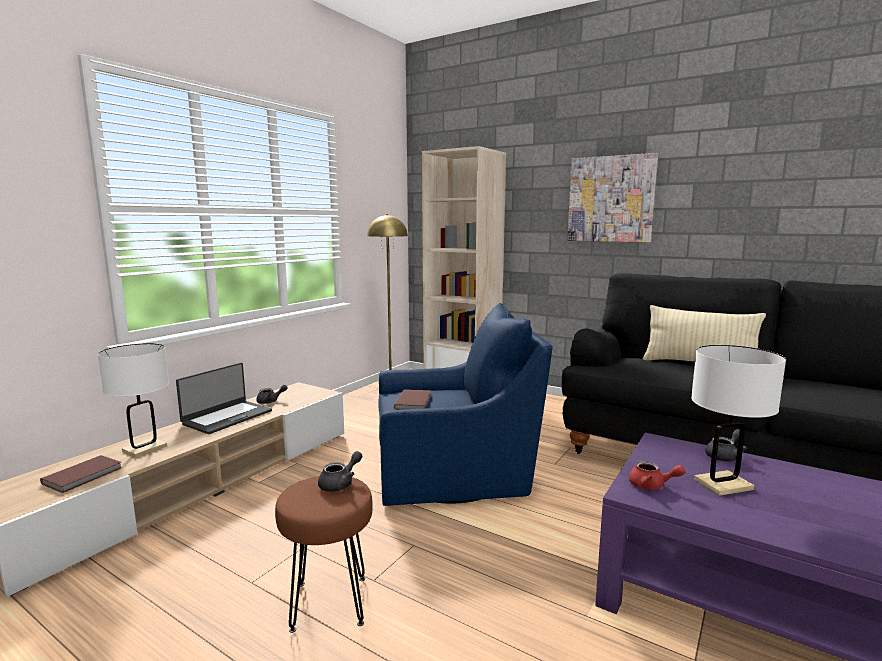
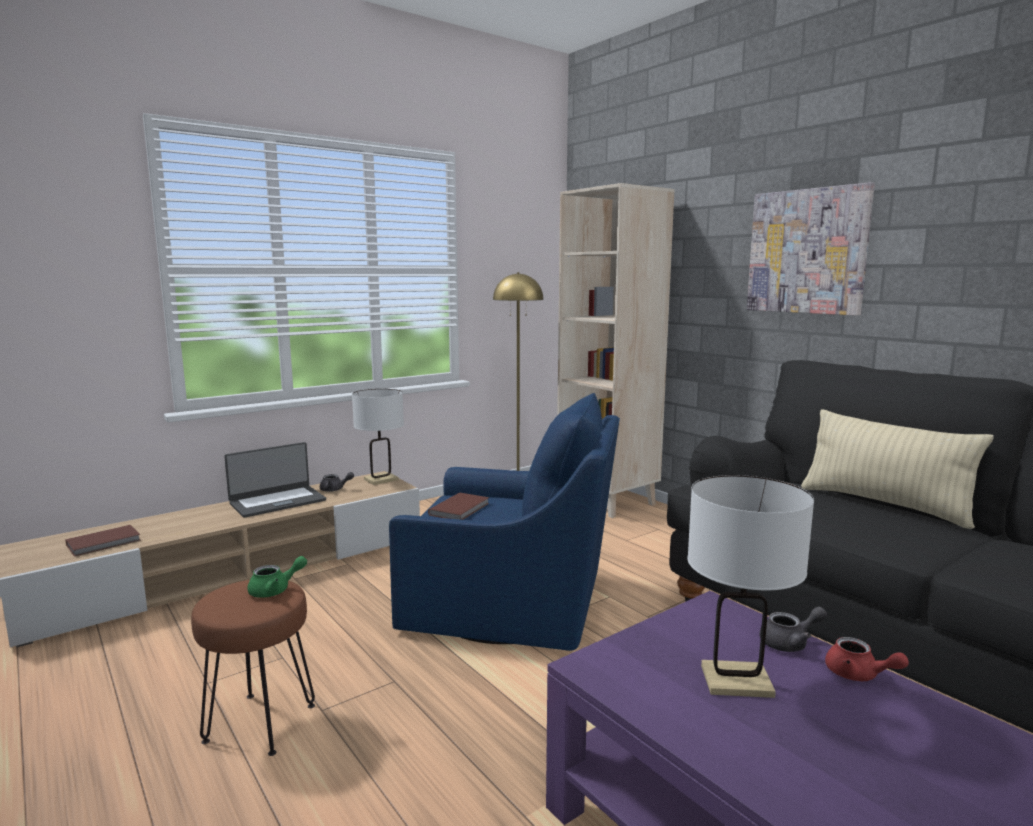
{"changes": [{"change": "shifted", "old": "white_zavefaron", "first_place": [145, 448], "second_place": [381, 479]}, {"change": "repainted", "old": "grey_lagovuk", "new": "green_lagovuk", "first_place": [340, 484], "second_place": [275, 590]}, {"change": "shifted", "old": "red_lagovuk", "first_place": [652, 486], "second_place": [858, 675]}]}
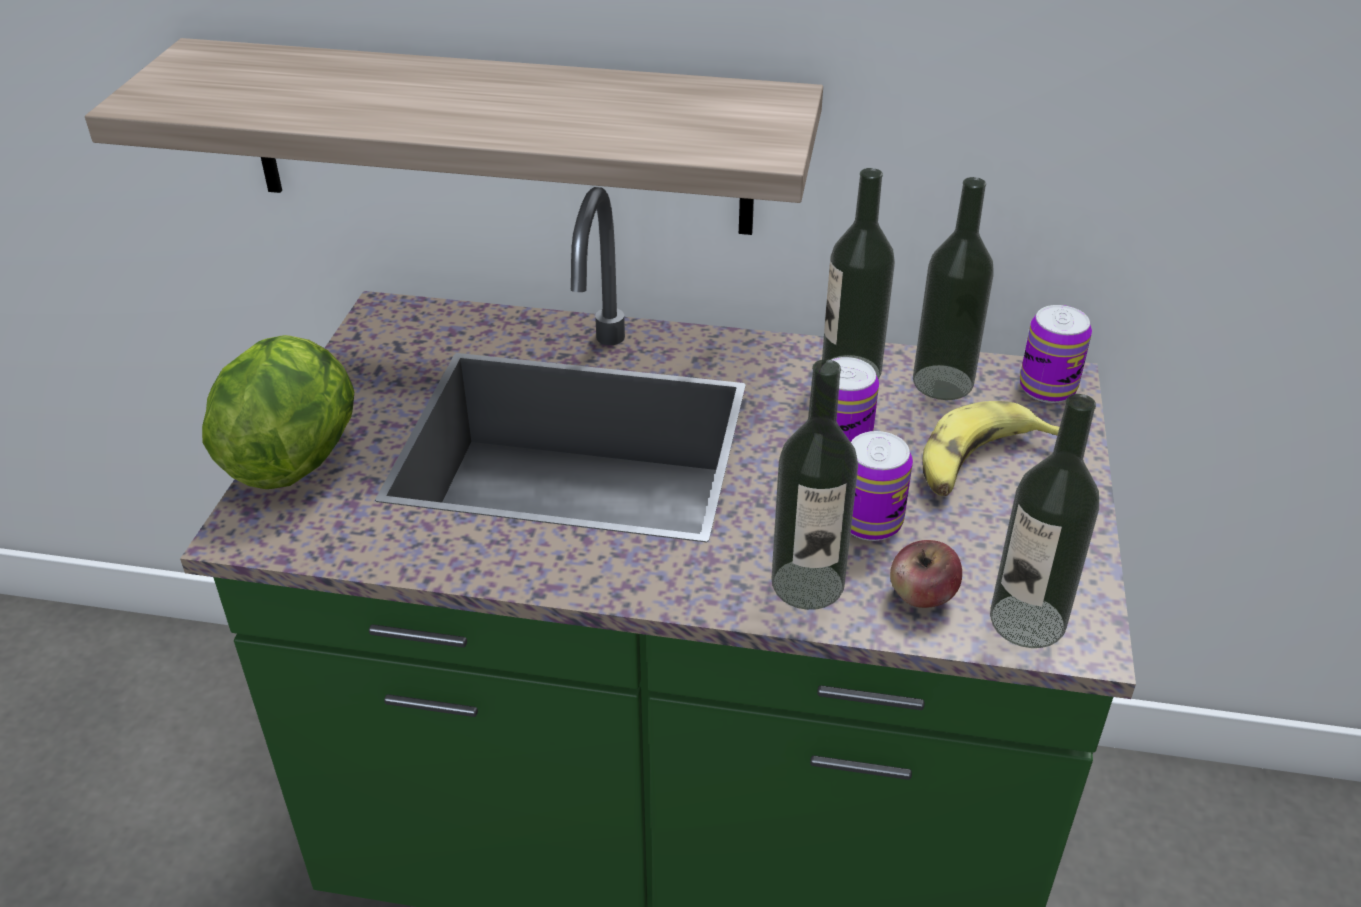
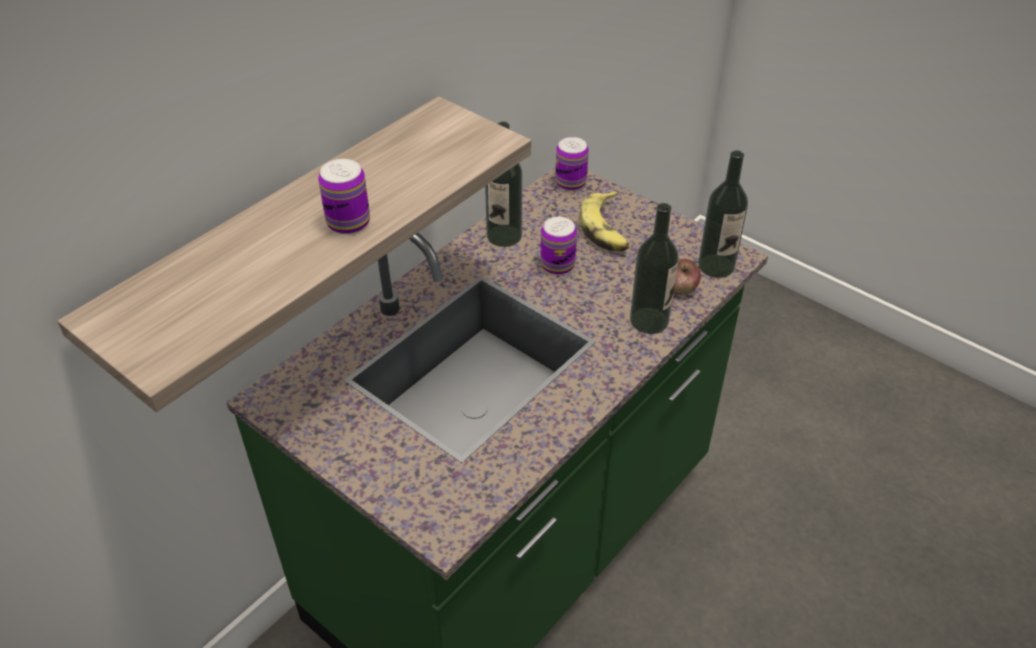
{"changes": [{"change": "gone", "old": "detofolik", "first_place": [295, 456]}, {"change": "shifted", "old": "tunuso", "first_place": [870, 521], "second_place": [348, 222]}, {"change": "gone", "old": "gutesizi", "first_place": [942, 382]}]}
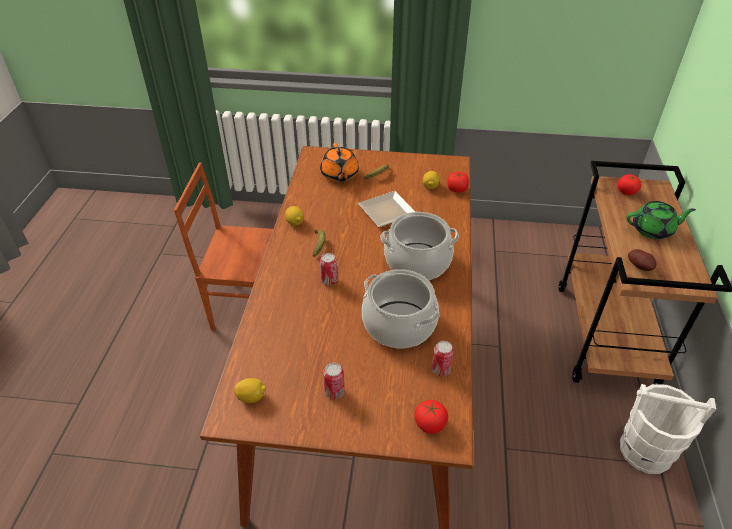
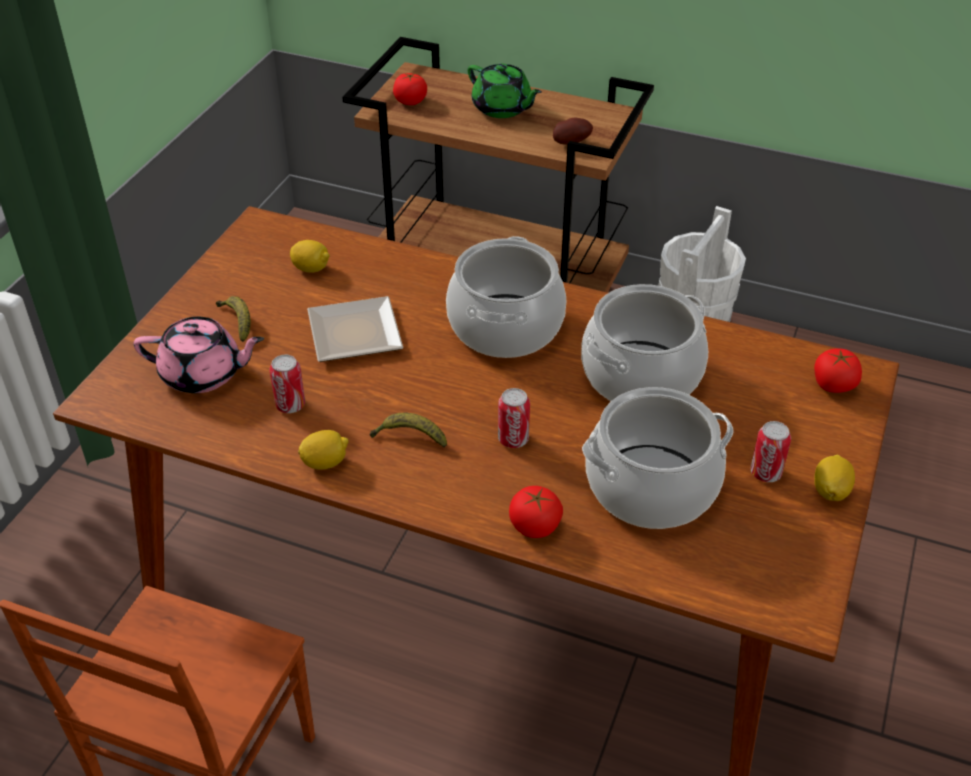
{"changes": [{"change": "shifted", "old": "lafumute", "first_place": [251, 397], "second_place": [830, 491]}, {"change": "repainted", "old": "orange_lagovuk", "new": "pink_lagovuk", "first_place": [339, 175], "second_place": [203, 374]}, {"change": "shifted", "old": "tunuso", "first_place": [441, 370], "second_place": [290, 405]}, {"change": "shifted", "old": "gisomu", "first_place": [457, 189], "second_place": [534, 526]}, {"change": "rotated", "old": "green_lagovuk", "first_place": [653, 230], "second_place": [502, 108], "degrees": 120}, {"change": "new", "new": "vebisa", "second_place": [651, 488]}]}
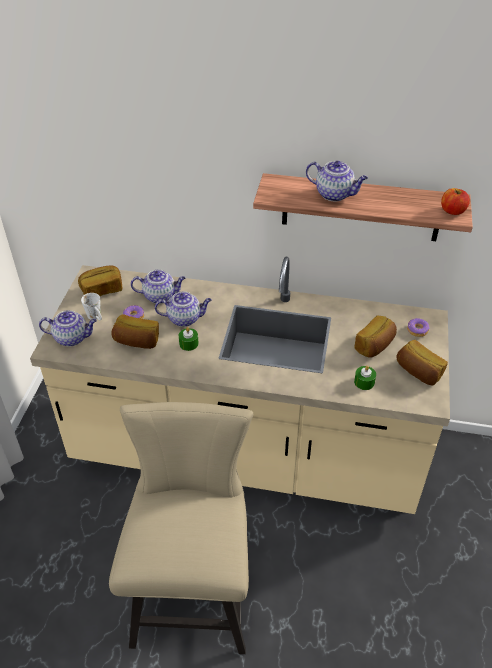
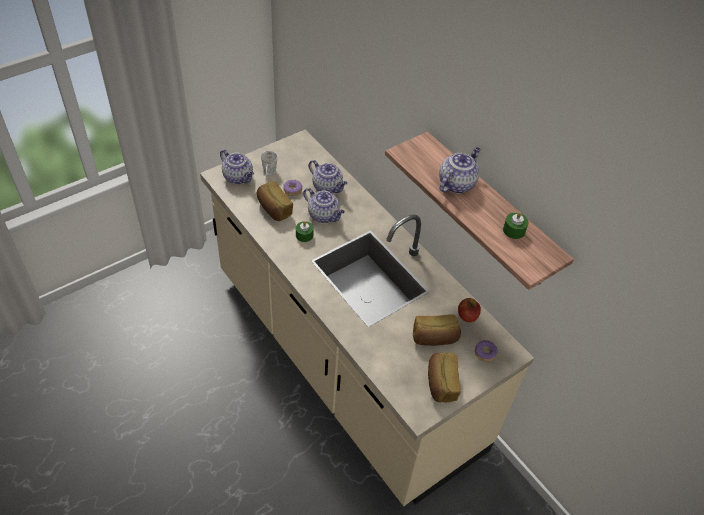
{"changes": [{"change": "gone", "old": "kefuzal", "first_place": [102, 290]}, {"change": "gone", "old": "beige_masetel", "first_place": [193, 591]}, {"change": "rotated", "old": "lagovuk", "first_place": [335, 194], "second_place": [456, 183], "degrees": -120}, {"change": "shifted", "old": "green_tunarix", "first_place": [364, 382], "second_place": [514, 230]}, {"change": "shifted", "old": "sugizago", "first_place": [452, 211], "second_place": [467, 316]}]}
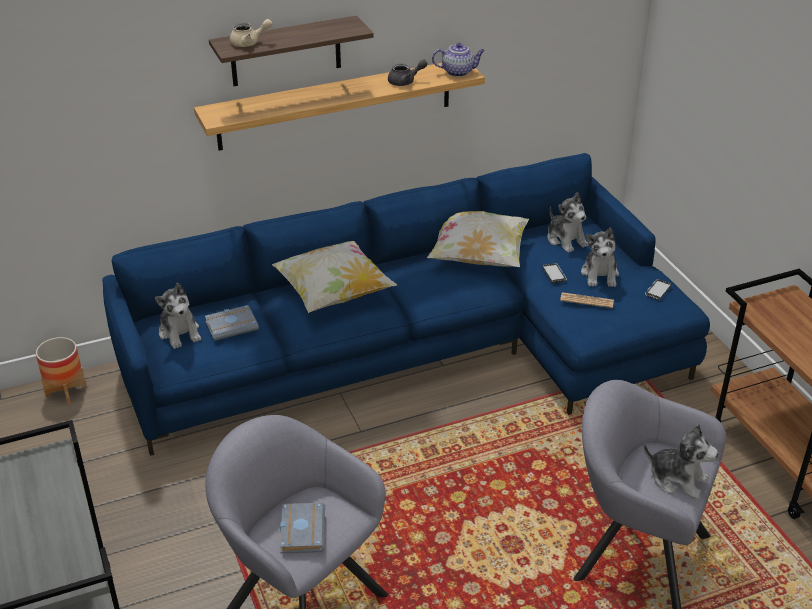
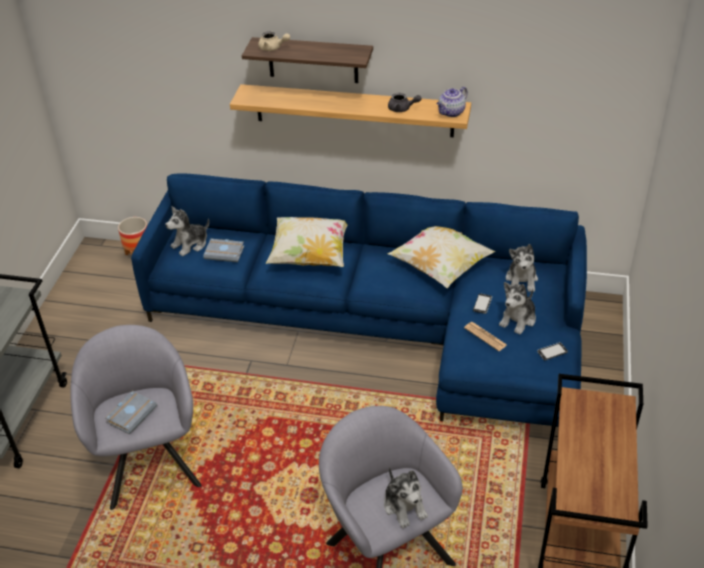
{"changes": [{"change": "rotated", "old": "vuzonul", "first_place": [180, 332], "second_place": [190, 244], "degrees": 45}, {"change": "rotated", "old": "lagovuk", "first_place": [458, 72], "second_place": [451, 113], "degrees": 105}]}
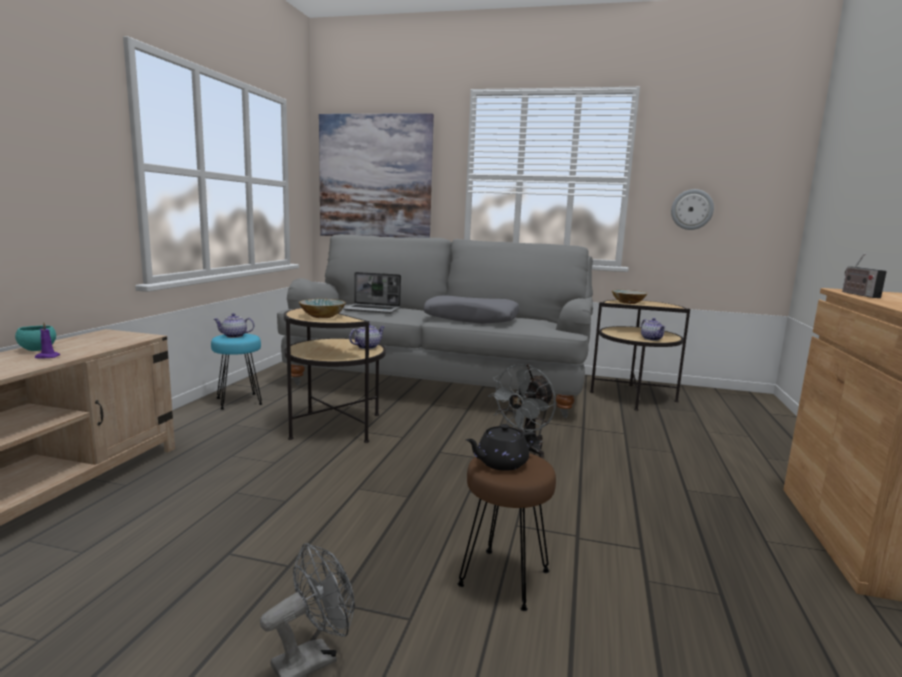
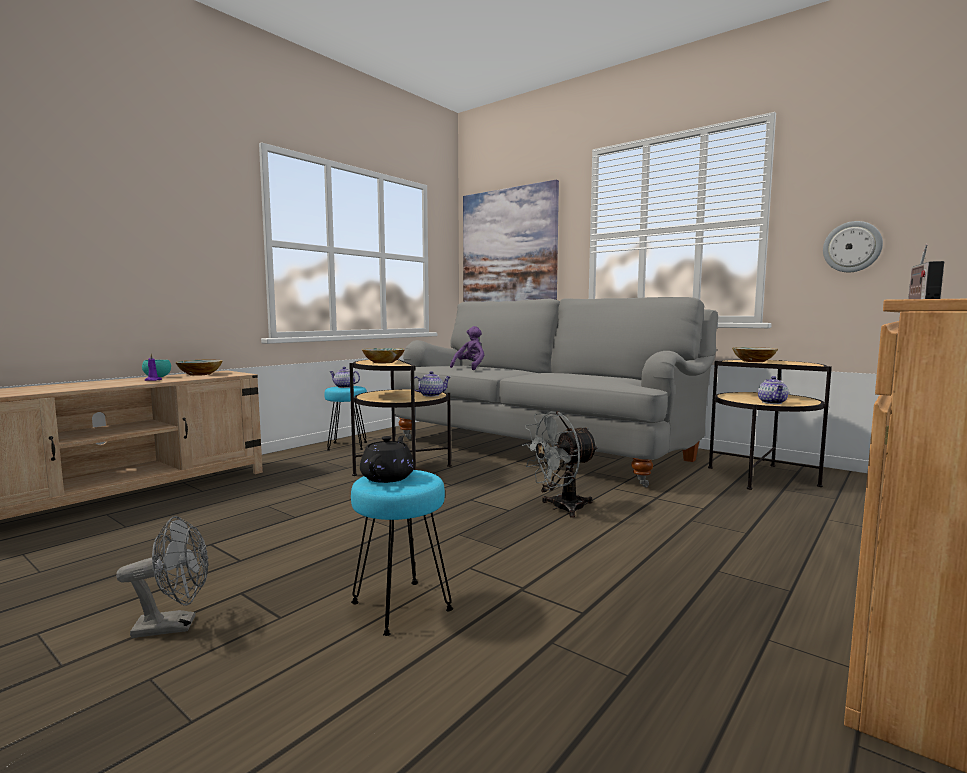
{"changes": [{"change": "swapped", "old": "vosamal", "new": "purple_vuzonul", "first_place": [373, 310], "second_place": [470, 368]}, {"change": "gone", "old": "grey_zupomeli", "first_place": [471, 319]}, {"change": "repainted", "old": "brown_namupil", "new": "turquoise_namupil", "first_place": [503, 579], "second_place": [400, 607]}, {"change": "rotated", "old": "black_lagovuk", "first_place": [500, 463], "second_place": [388, 477], "degrees": 105}, {"change": "new", "new": "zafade", "second_place": [200, 374]}]}
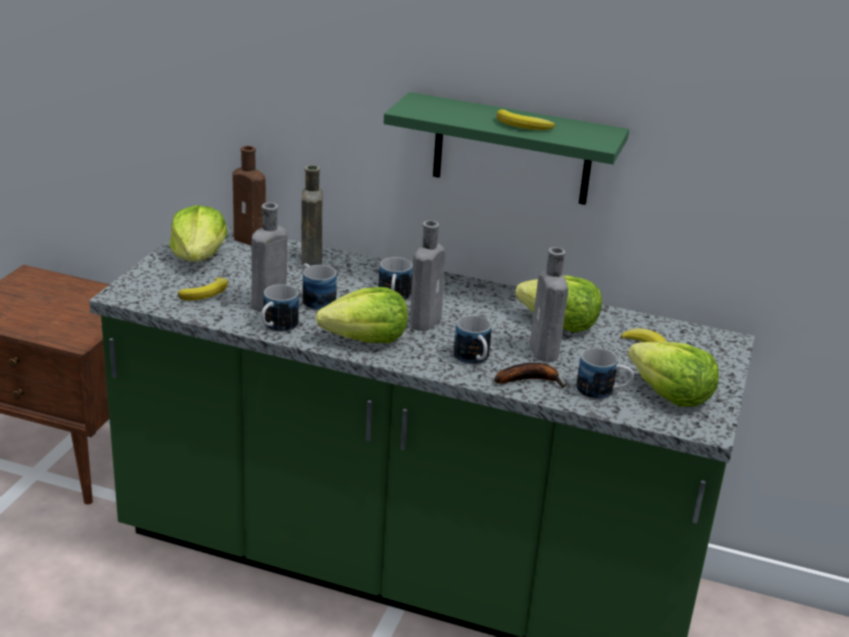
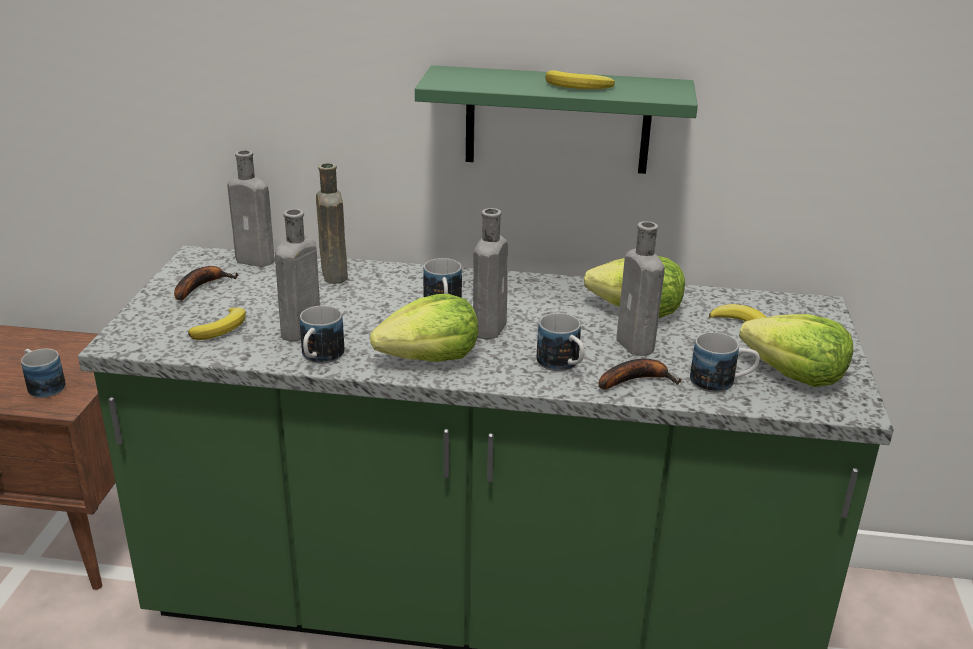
{"changes": [{"change": "swapped", "old": "detofolik", "new": "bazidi", "first_place": [199, 257], "second_place": [201, 287]}, {"change": "repainted", "old": "brown_gutesizi", "new": "grey_gutesizi", "first_place": [251, 240], "second_place": [257, 260]}, {"change": "shifted", "old": "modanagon", "first_place": [315, 299], "second_place": [43, 385]}]}
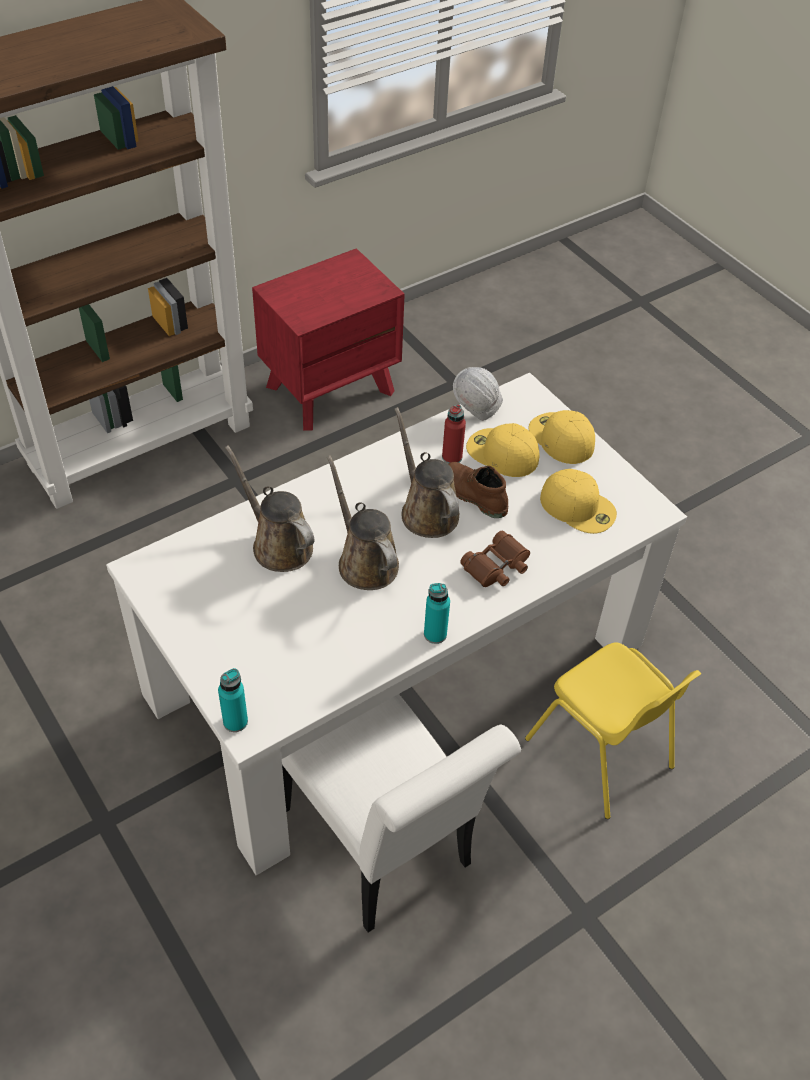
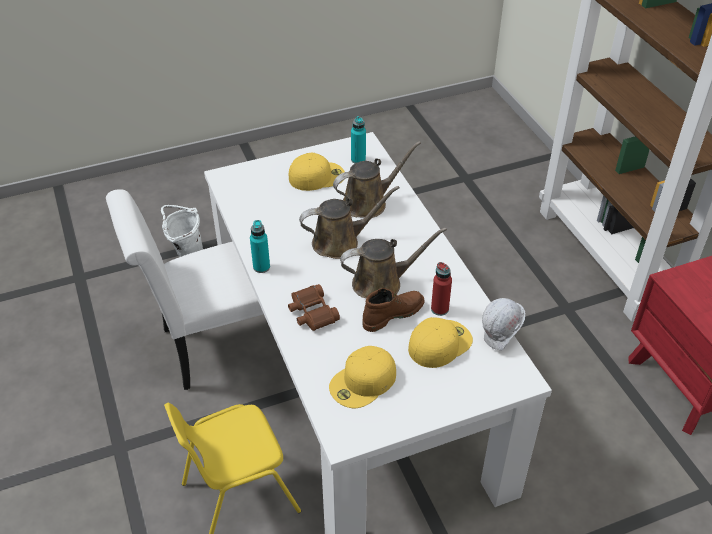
{"changes": [{"change": "shifted", "old": "turquoise_gutesizi", "first_place": [235, 721], "second_place": [358, 159]}, {"change": "shifted", "old": "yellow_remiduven", "first_place": [560, 438], "second_place": [317, 176]}, {"change": "new", "new": "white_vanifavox", "second_place": [186, 254]}]}
